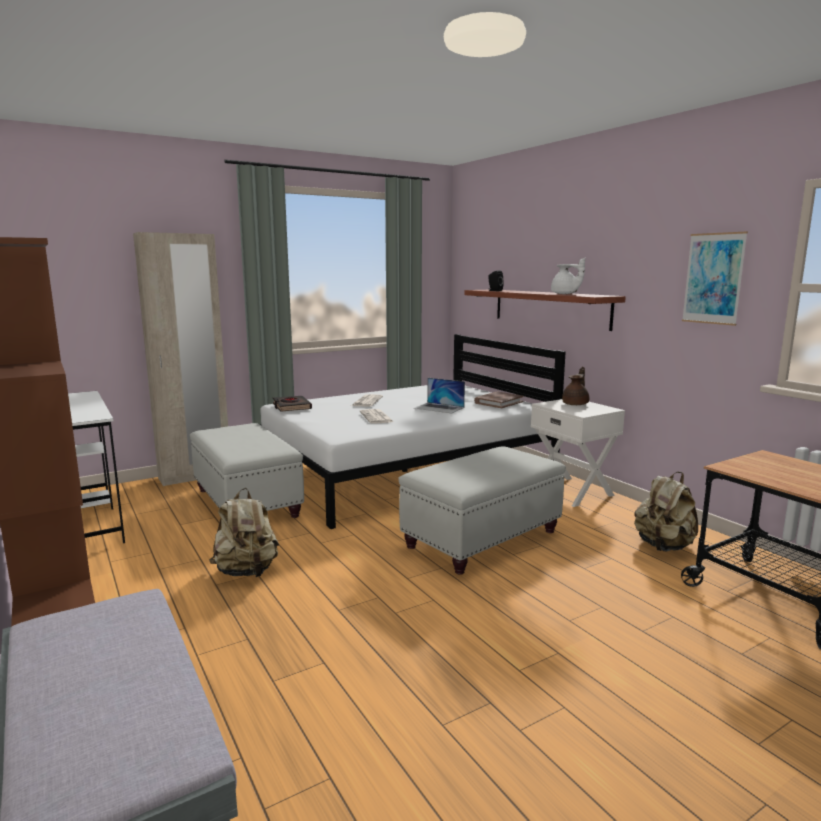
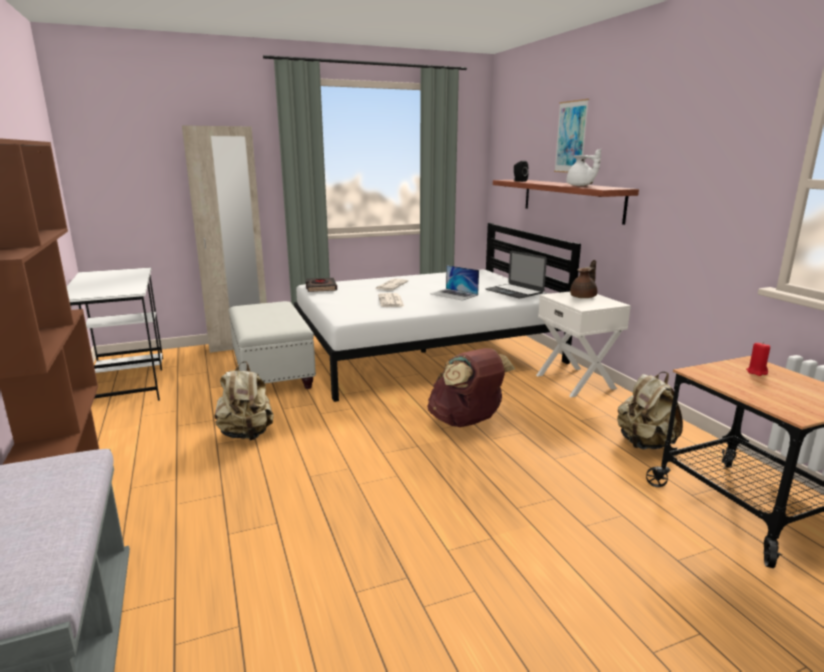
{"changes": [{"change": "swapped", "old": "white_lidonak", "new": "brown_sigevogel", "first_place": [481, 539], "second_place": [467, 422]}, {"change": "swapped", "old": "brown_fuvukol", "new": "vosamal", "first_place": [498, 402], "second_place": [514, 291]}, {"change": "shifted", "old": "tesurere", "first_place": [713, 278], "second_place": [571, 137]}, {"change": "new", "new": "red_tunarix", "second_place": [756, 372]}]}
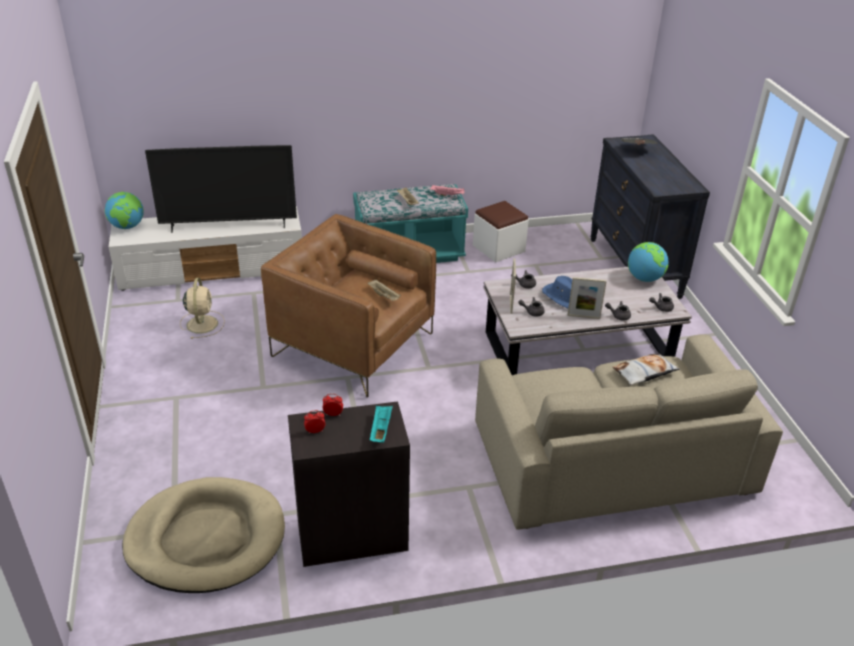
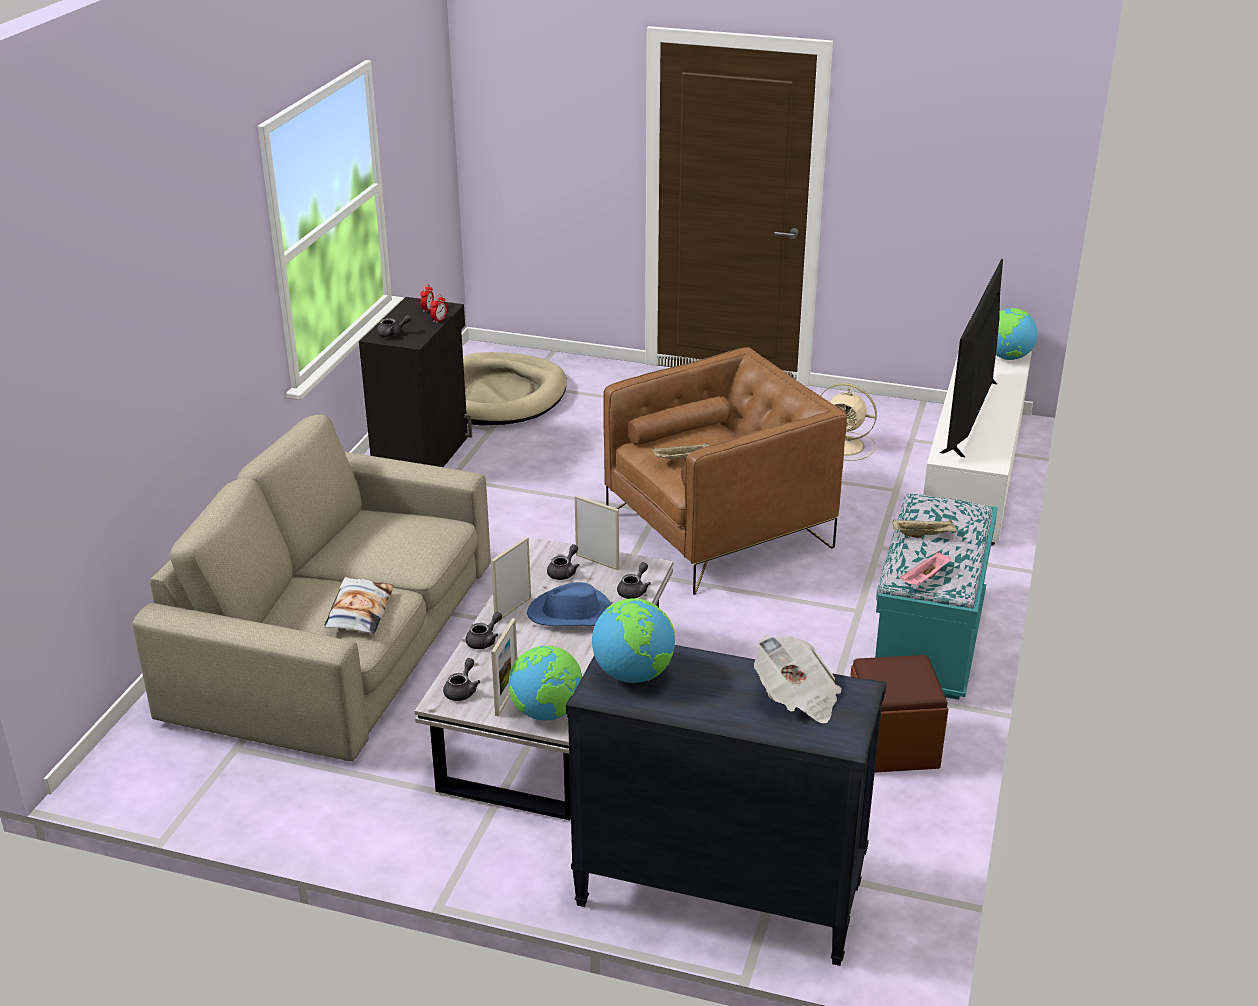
{"changes": [{"change": "swapped", "old": "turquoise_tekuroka", "new": "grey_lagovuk", "first_place": [380, 430], "second_place": [393, 334]}, {"change": "repainted", "old": "white_lidonak", "new": "brown_lidonak", "first_place": [498, 248], "second_place": [892, 746]}, {"change": "new", "new": "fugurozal", "second_place": [507, 698]}, {"change": "new", "new": "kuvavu", "second_place": [633, 674]}]}
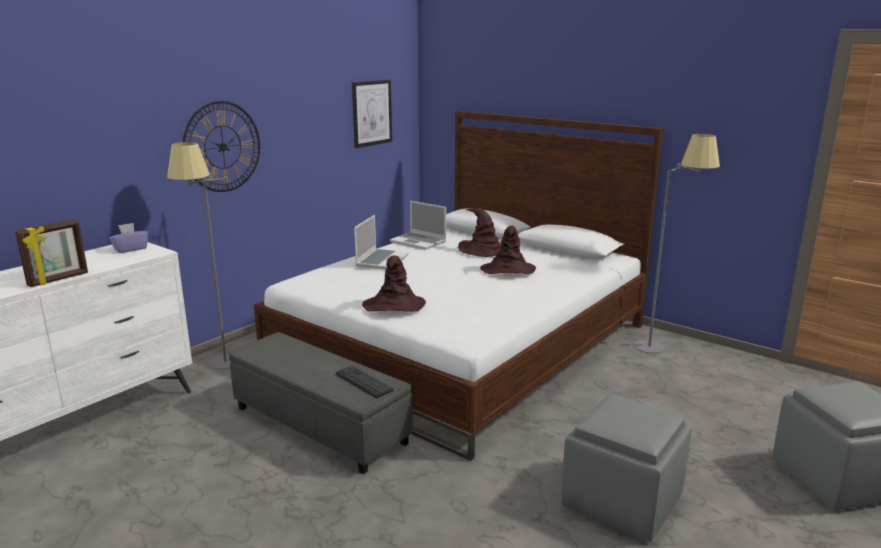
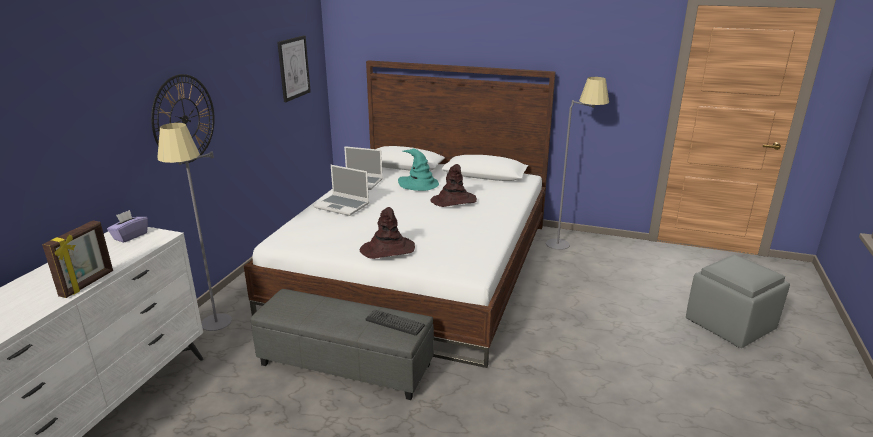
{"changes": [{"change": "rotated", "old": "vosamal", "first_place": [381, 260], "second_place": [343, 206], "degrees": 120}, {"change": "repainted", "old": "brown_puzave", "new": "turquoise_puzave", "first_place": [482, 250], "second_place": [419, 184]}, {"change": "gone", "old": "grey_lidonak", "first_place": [622, 502]}]}
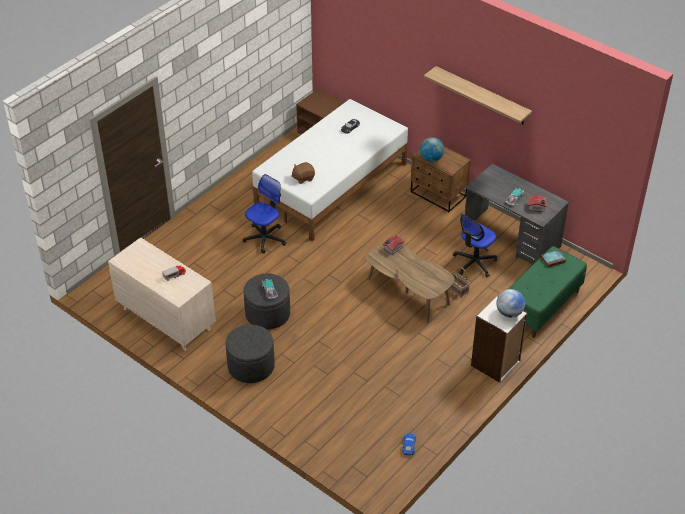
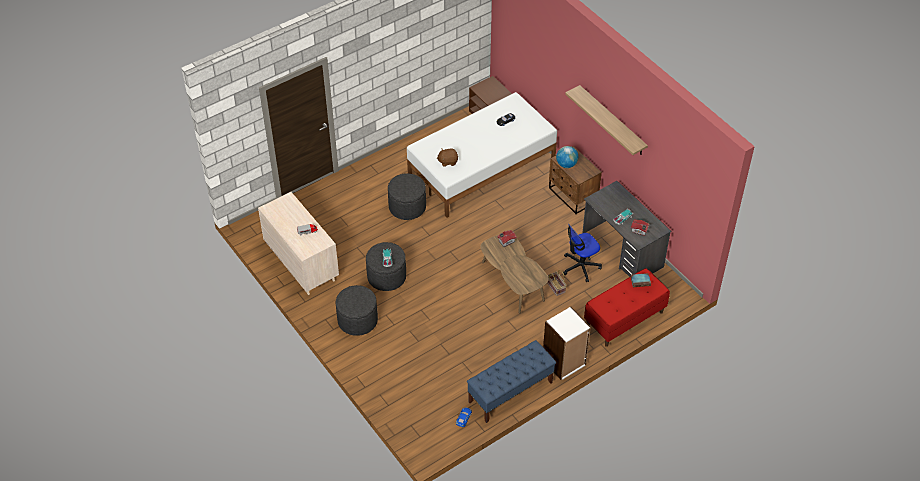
{"changes": [{"change": "swapped", "old": "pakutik", "new": "grey_lidonak", "first_place": [265, 238], "second_place": [407, 207]}, {"change": "gone", "old": "kuvavu", "first_place": [509, 313]}, {"change": "repainted", "old": "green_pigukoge", "new": "red_pigukoge", "first_place": [541, 306], "second_place": [624, 319]}, {"change": "new", "new": "blue_pigukoge", "second_place": [510, 392]}]}
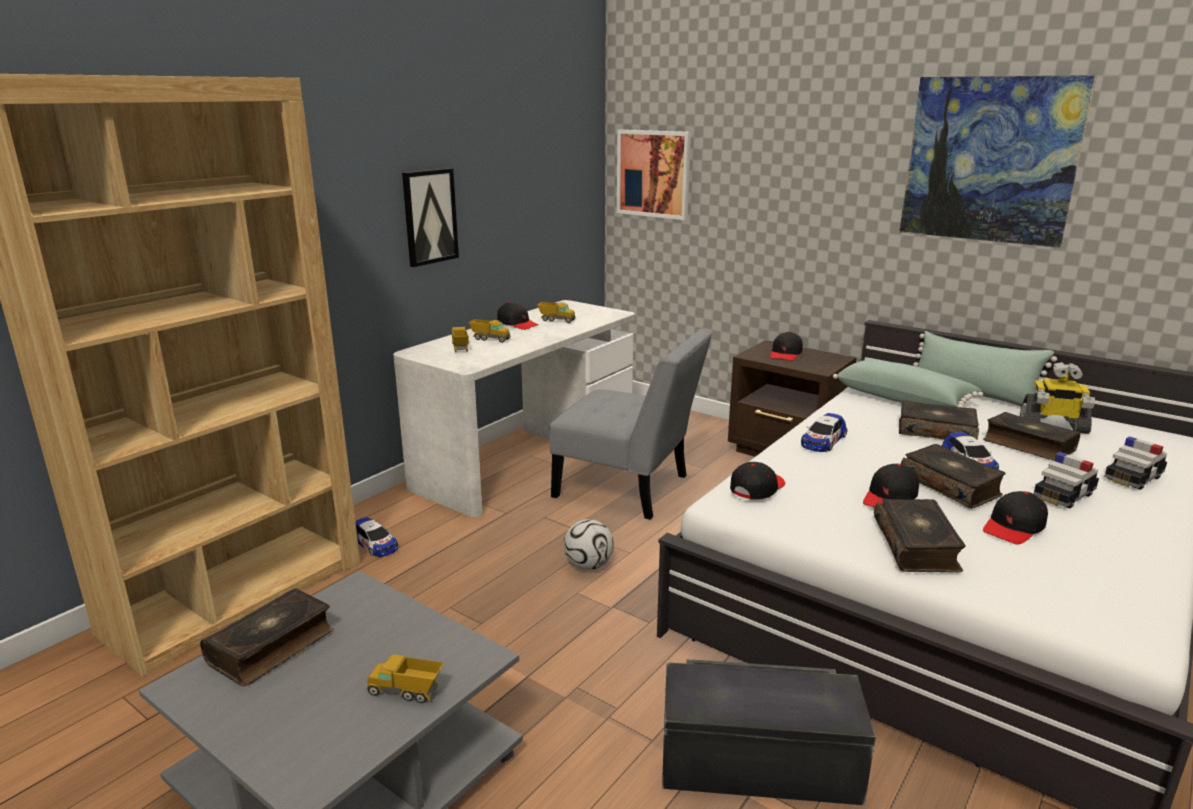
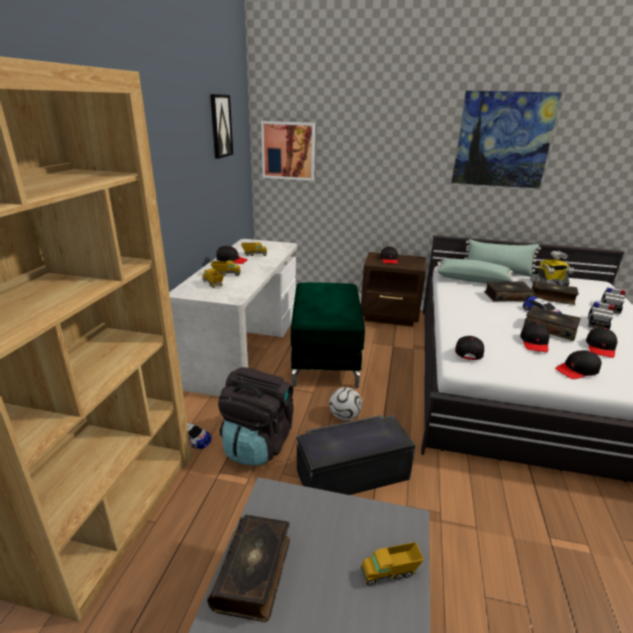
{"changes": [{"change": "shifted", "old": "tesurere", "first_place": [429, 216], "second_place": [220, 126]}, {"change": "swapped", "old": "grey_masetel", "new": "green_lidonak", "first_place": [628, 489], "second_place": [325, 357]}, {"change": "shifted", "old": "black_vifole", "first_place": [758, 761], "second_place": [352, 473]}, {"change": "gone", "old": "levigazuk", "first_place": [823, 440]}, {"change": "swapped", "old": "fuvukol", "new": "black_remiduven", "first_place": [917, 546], "second_place": [577, 370]}, {"change": "new", "new": "black_sigevogel", "second_place": [258, 443]}]}
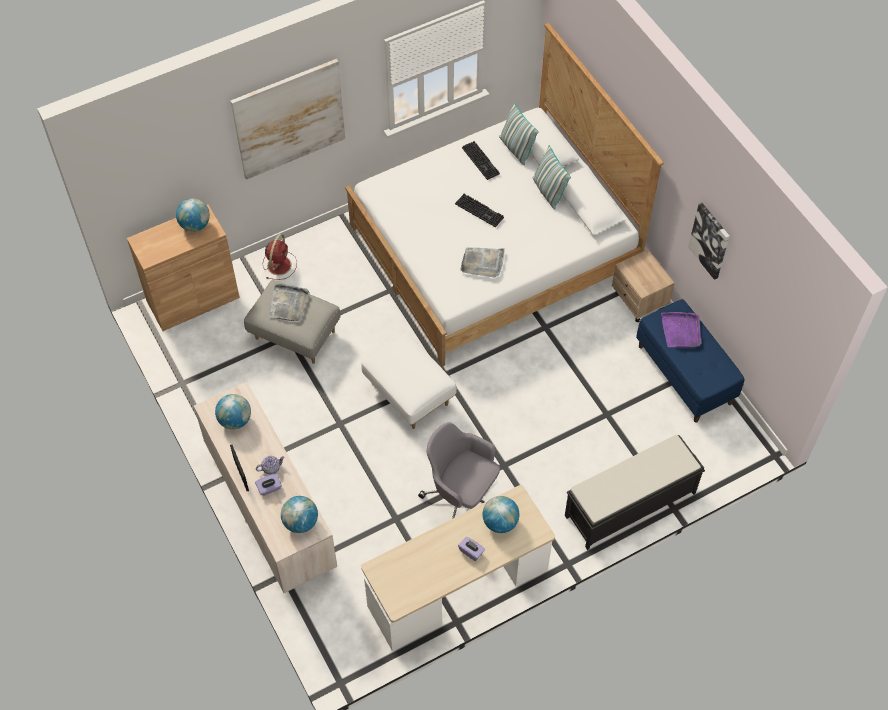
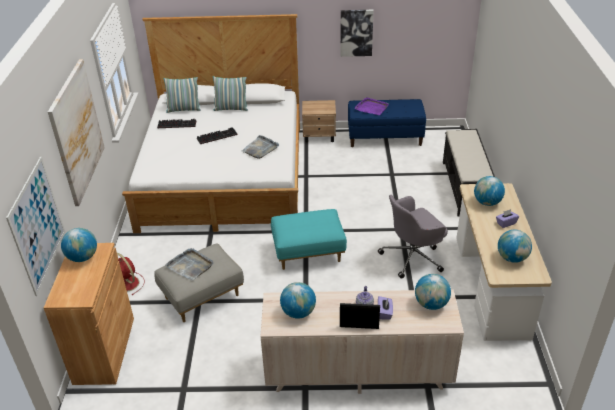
{"changes": [{"change": "repainted", "old": "white_lidonak", "new": "turquoise_lidonak", "first_place": [408, 394], "second_place": [308, 254]}, {"change": "new", "new": "tesurere", "second_place": [37, 225]}, {"change": "new", "new": "kuvavu", "second_place": [512, 258]}]}
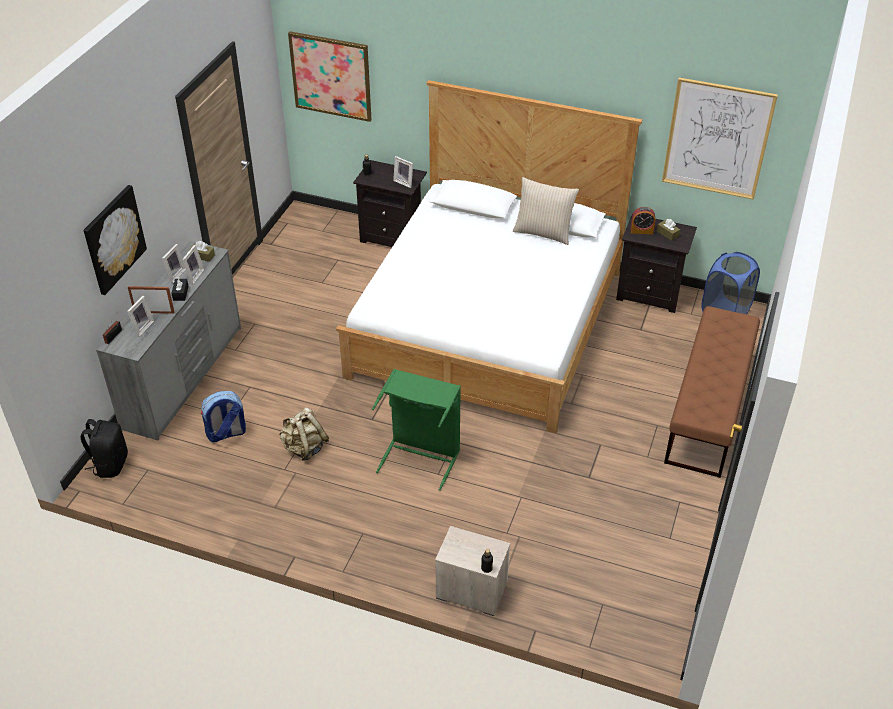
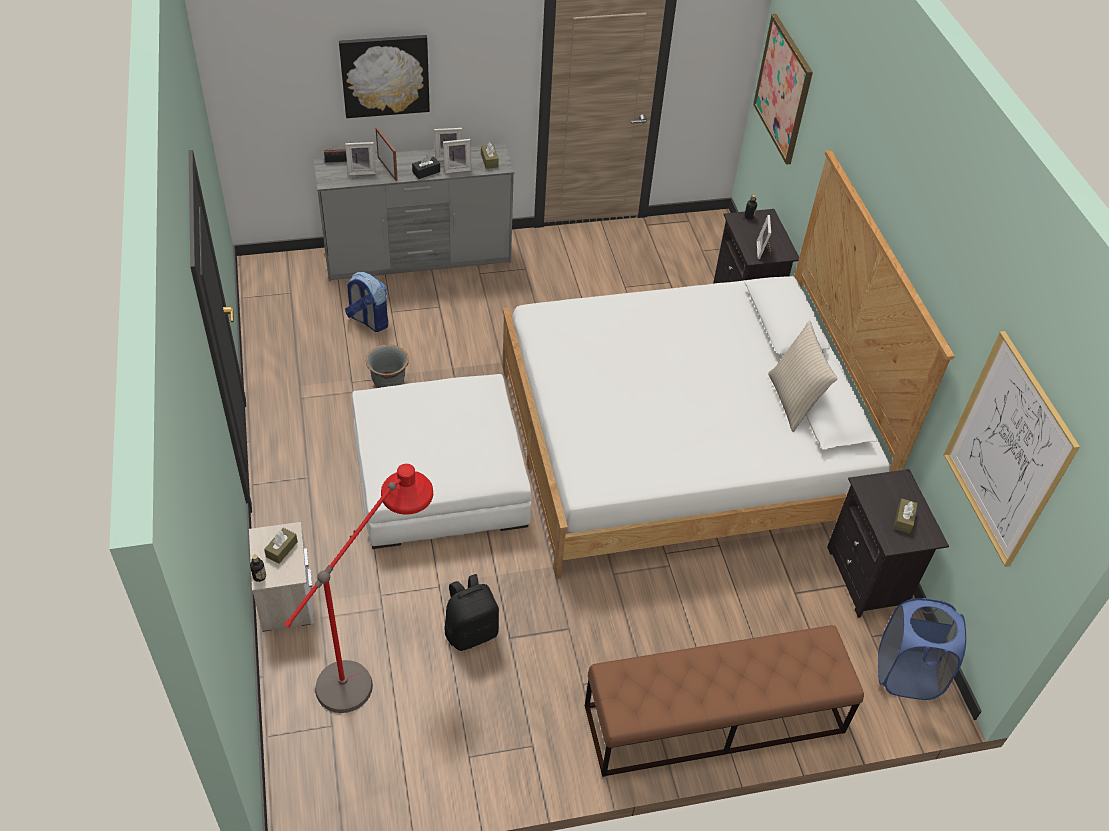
{"changes": [{"change": "shifted", "old": "black_sigevogel", "first_place": [110, 464], "second_place": [471, 631]}, {"change": "swapped", "old": "beige_sigevogel", "new": "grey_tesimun", "first_place": [304, 448], "second_place": [388, 383]}, {"change": "swapped", "old": "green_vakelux", "new": "white_lidonak", "first_place": [421, 455], "second_place": [440, 476]}, {"change": "gone", "old": "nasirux", "first_place": [641, 231]}, {"change": "new", "new": "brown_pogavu", "second_place": [281, 549]}, {"change": "new", "new": "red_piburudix", "second_place": [374, 660]}]}
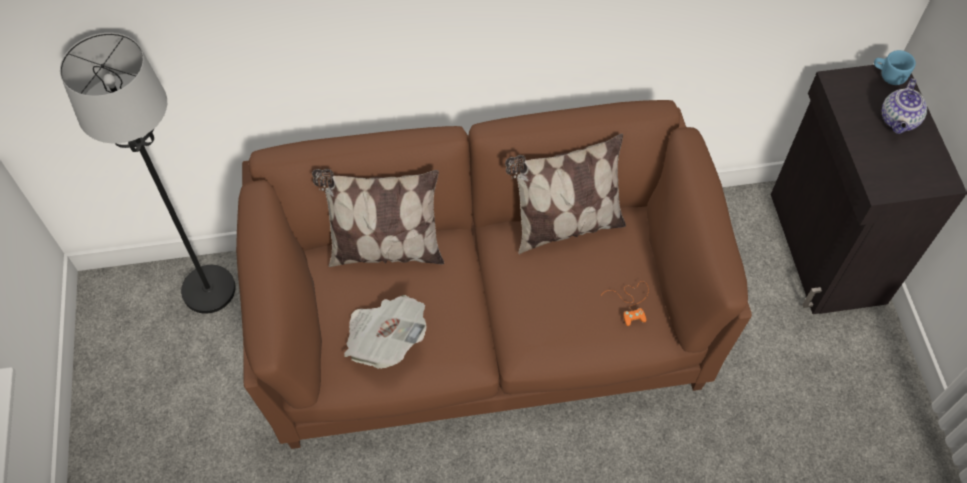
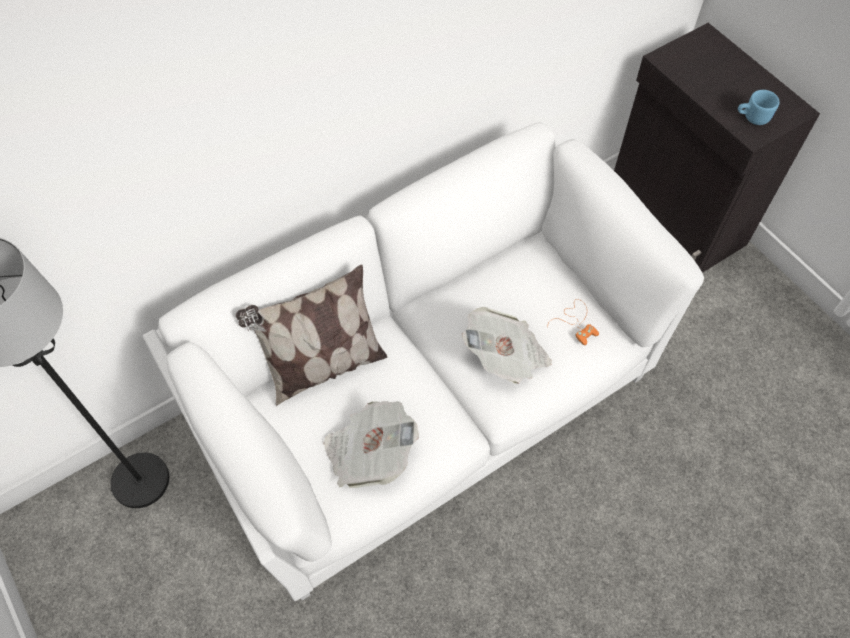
{"changes": [{"change": "repainted", "old": "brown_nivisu", "new": "white_nivisu", "first_place": [483, 323], "second_place": [423, 401]}, {"change": "gone", "old": "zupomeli", "first_place": [564, 225]}, {"change": "shifted", "old": "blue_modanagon", "first_place": [888, 75], "second_place": [752, 117]}, {"change": "gone", "old": "lagovuk", "first_place": [899, 121]}, {"change": "new", "new": "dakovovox", "second_place": [506, 357]}]}
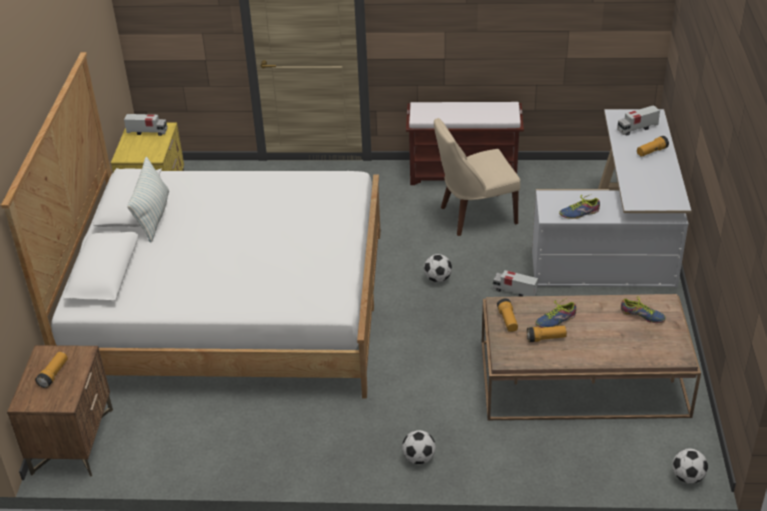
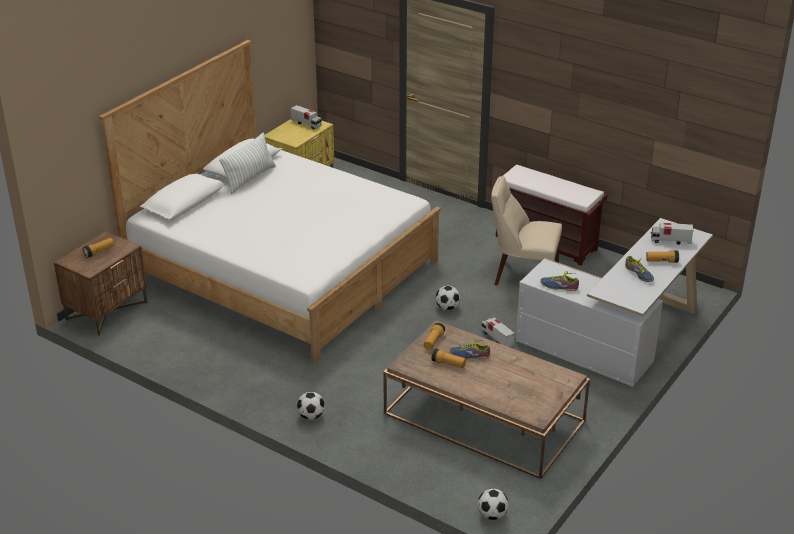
{"changes": [{"change": "shifted", "old": "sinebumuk", "first_place": [642, 315], "second_place": [639, 274]}]}
